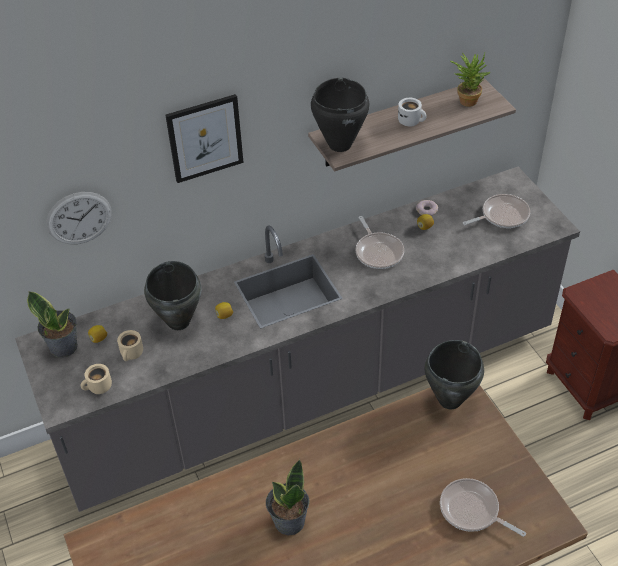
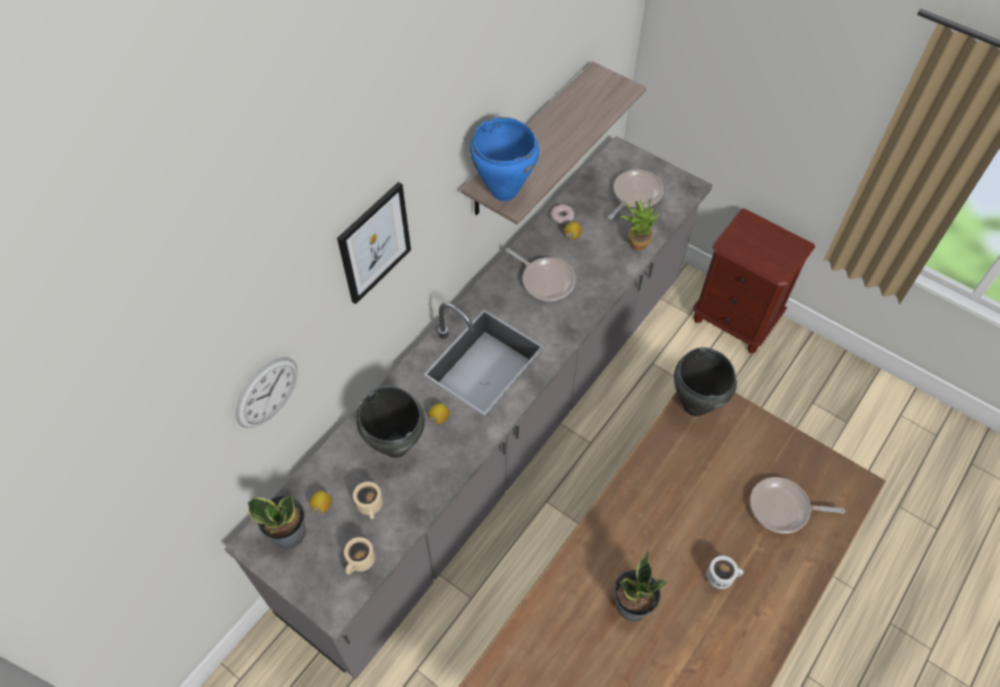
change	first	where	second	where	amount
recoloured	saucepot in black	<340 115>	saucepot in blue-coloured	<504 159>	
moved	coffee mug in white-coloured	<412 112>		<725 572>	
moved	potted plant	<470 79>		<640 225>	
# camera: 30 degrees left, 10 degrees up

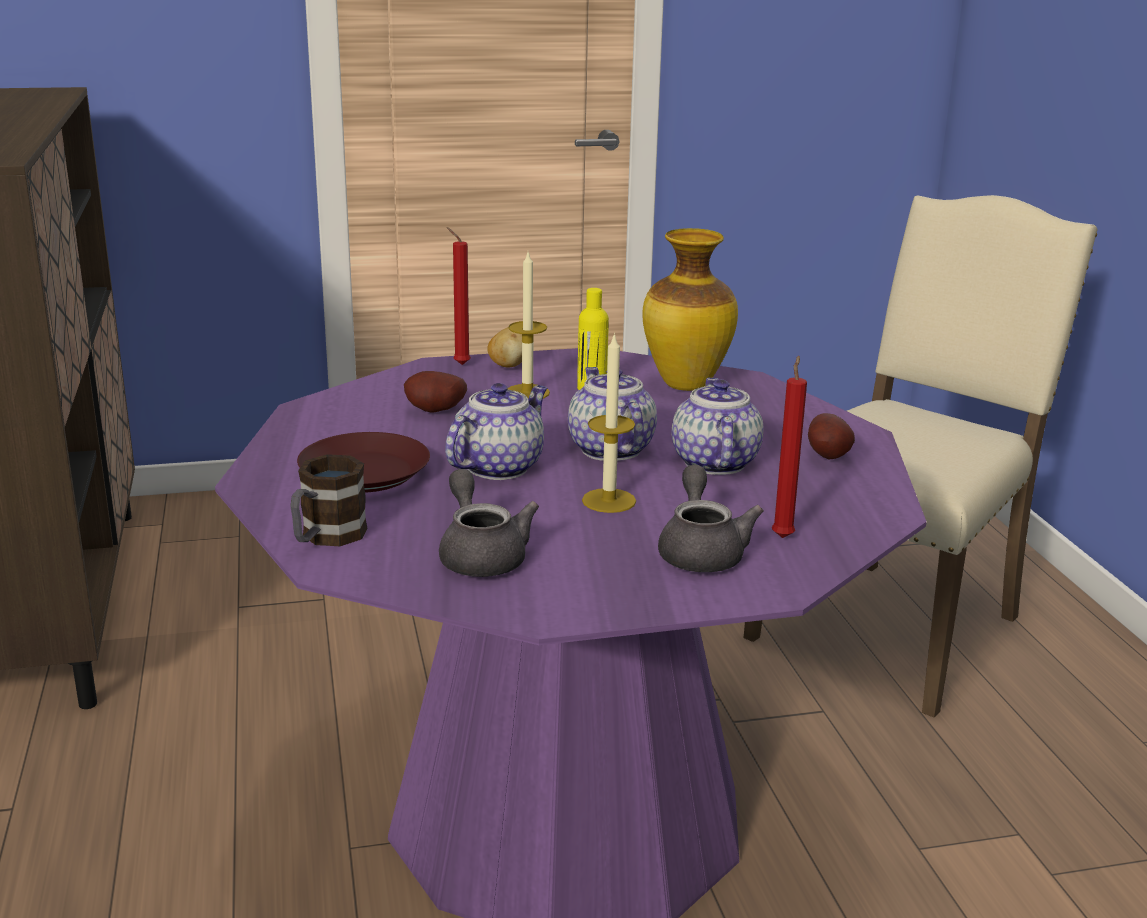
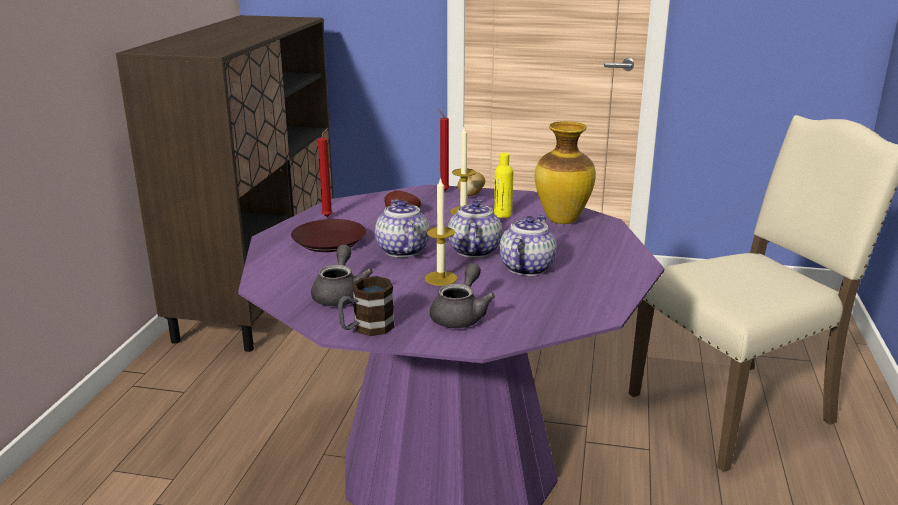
change	first	where	second	where	amount
moved	coffee mug	<329 500>		<366 306>	
turned	pot for tea	<496 431>		<402 228>	75 degrees counterclockwise
moved	candle in reddish	<789 446>		<325 172>	
removed	whole potato	<831 436>			
# camera: 25 degrees right, 0 degrees up

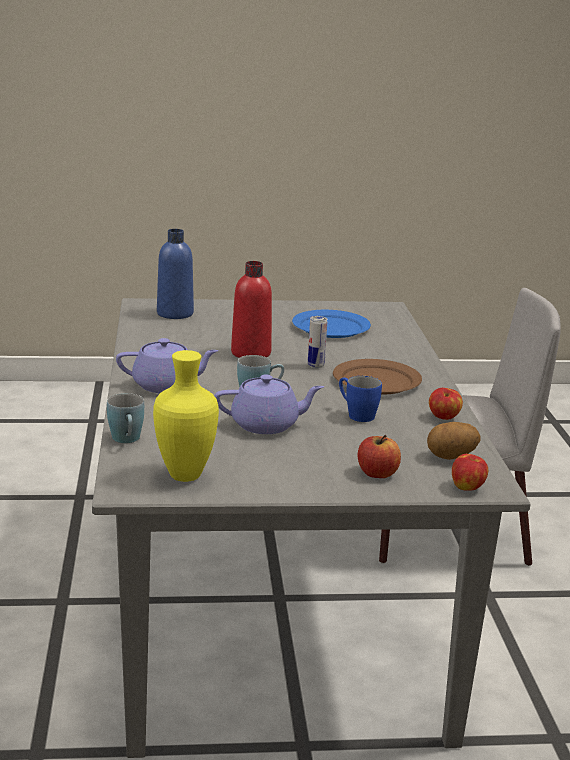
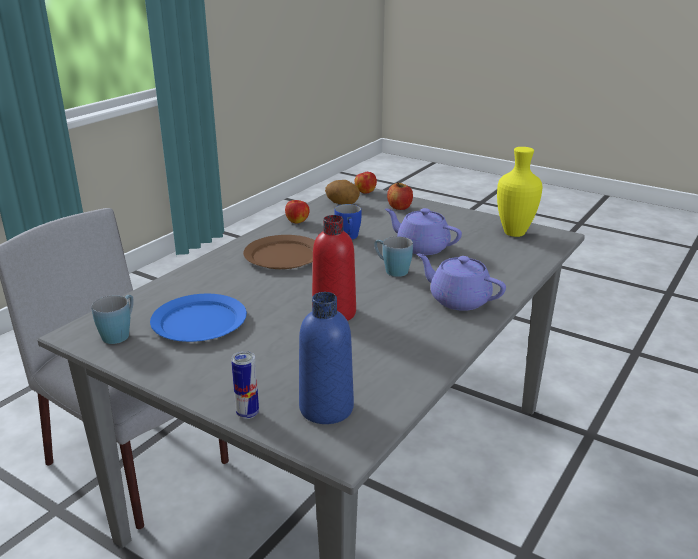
change	first	where	second	where	amount
moved	coffee mug in blue-coloured	<125 418>		<113 319>	
moved	sealed can	<317 342>		<245 385>	
# camera: 140 degrees left, 5 degrees up

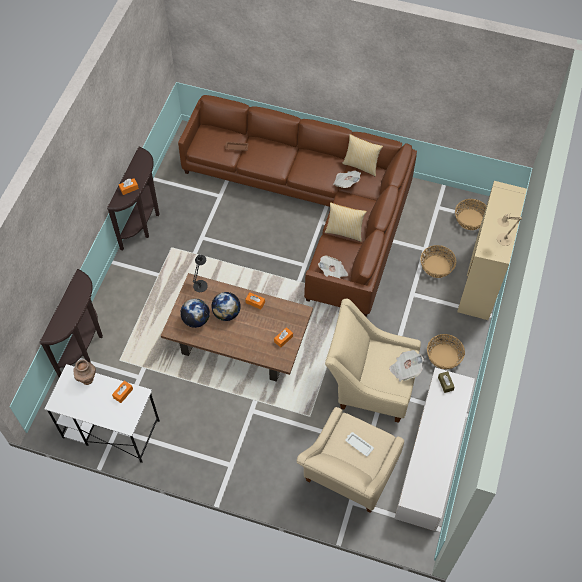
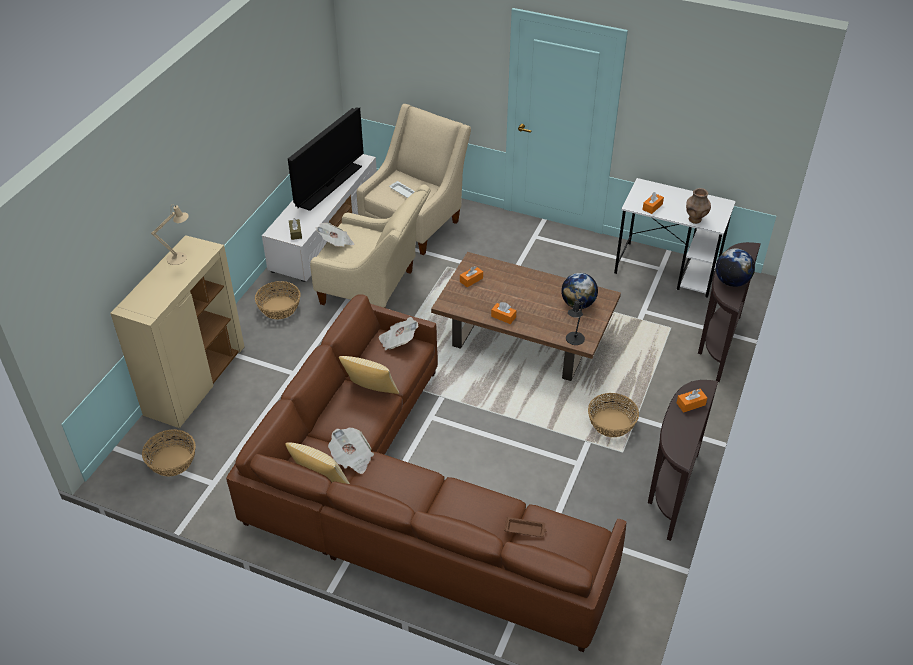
change	first	where	second	where	amount
moved	globe	<226 306>		<735 268>	
moved	household basket	<438 261>		<613 415>	
added			television	<326 159>	
# camera: 175 degrees left, 15 degrees down

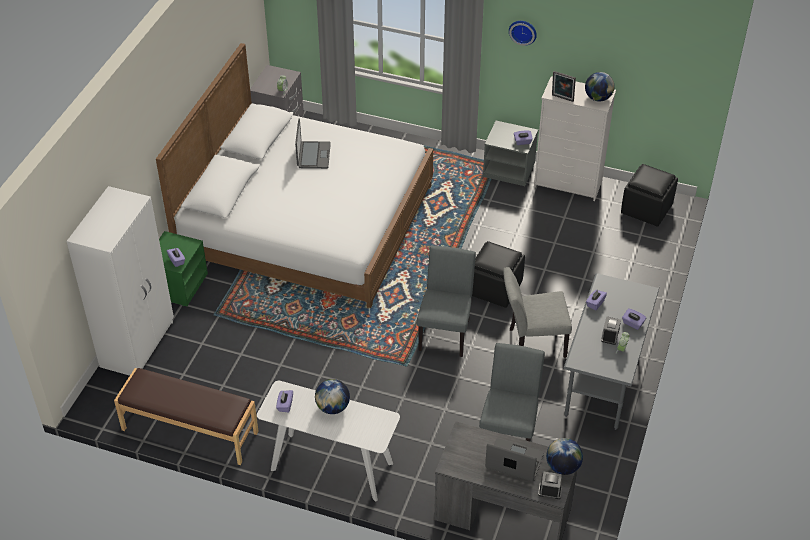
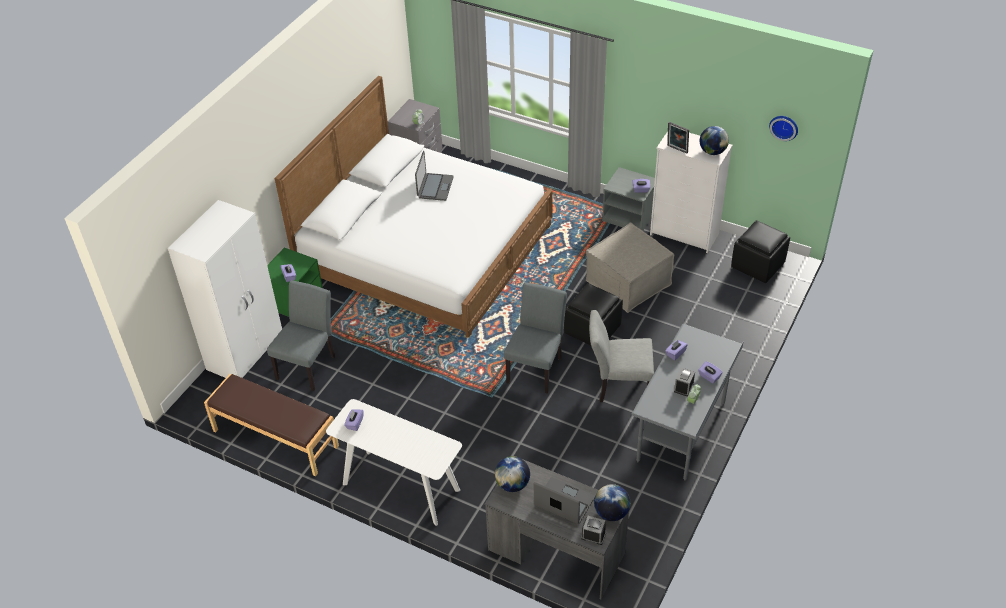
change	first	where	second	where	amount
moved	globe	<332 396>		<512 474>	
moved	plain chair in gray	<512 392>		<301 335>	
moved	hanging clock	<523 33>		<783 128>	
added			pouffe in beige	<630 268>	
# camera: 10 degrees right, 0 degrees up

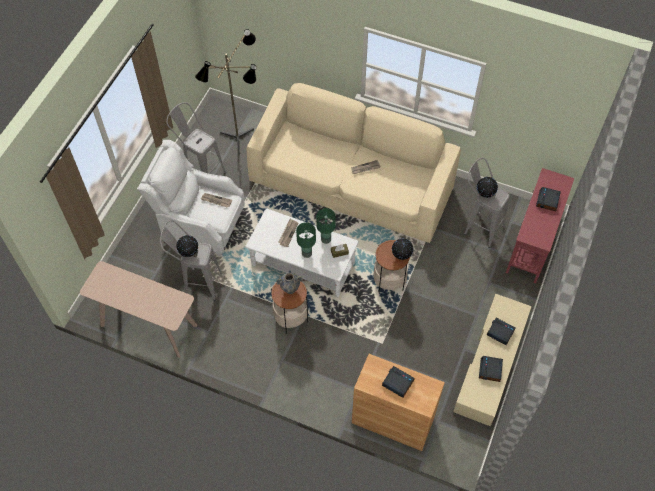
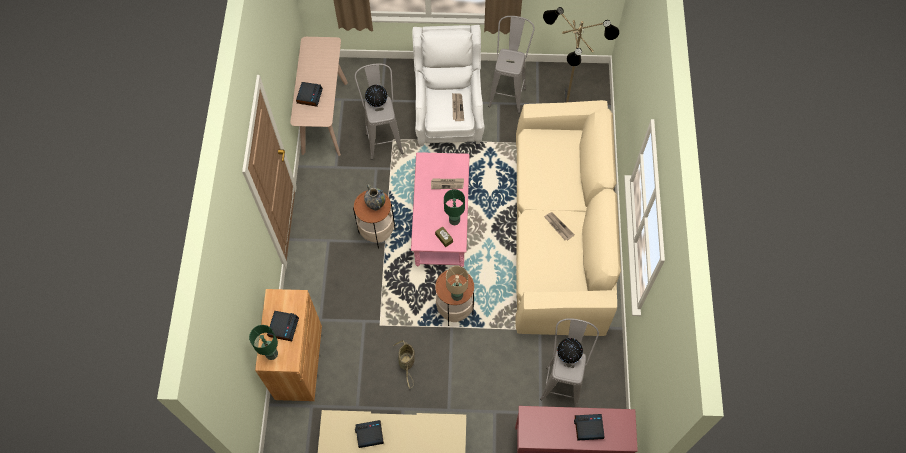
change	first	where	second	where	amount
recoloured	coffee table in white-coloured	<302 252>	coffee table in pinkish	<440 209>	
moved	lamp for a table in green	<306 240>		<263 342>	
replaced	globe	<402 249>	lamp for a table in beige	<457 283>	
moved	alarm clock	<501 331>		<309 94>	
added			household basket	<404 364>	
# camera: 70 degrees right, 5 degrees up

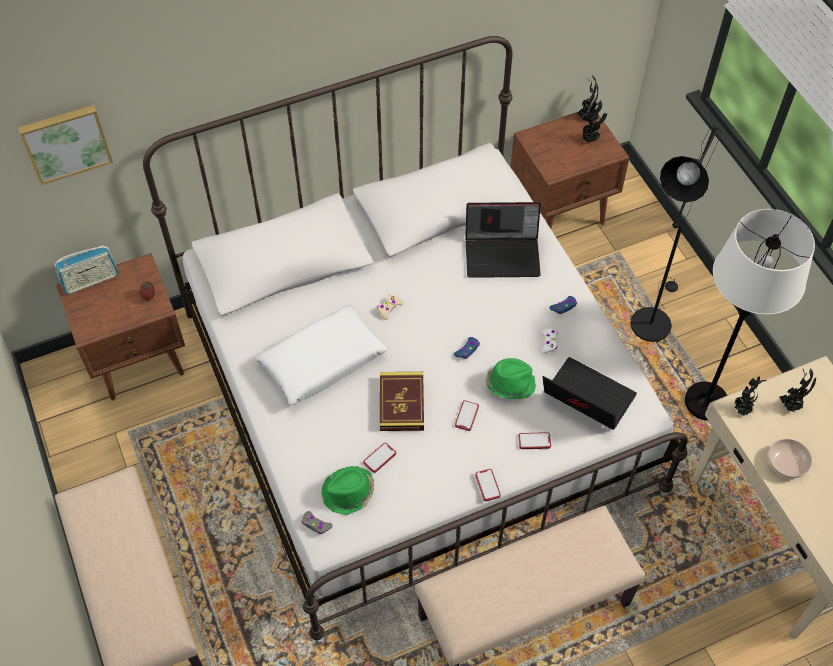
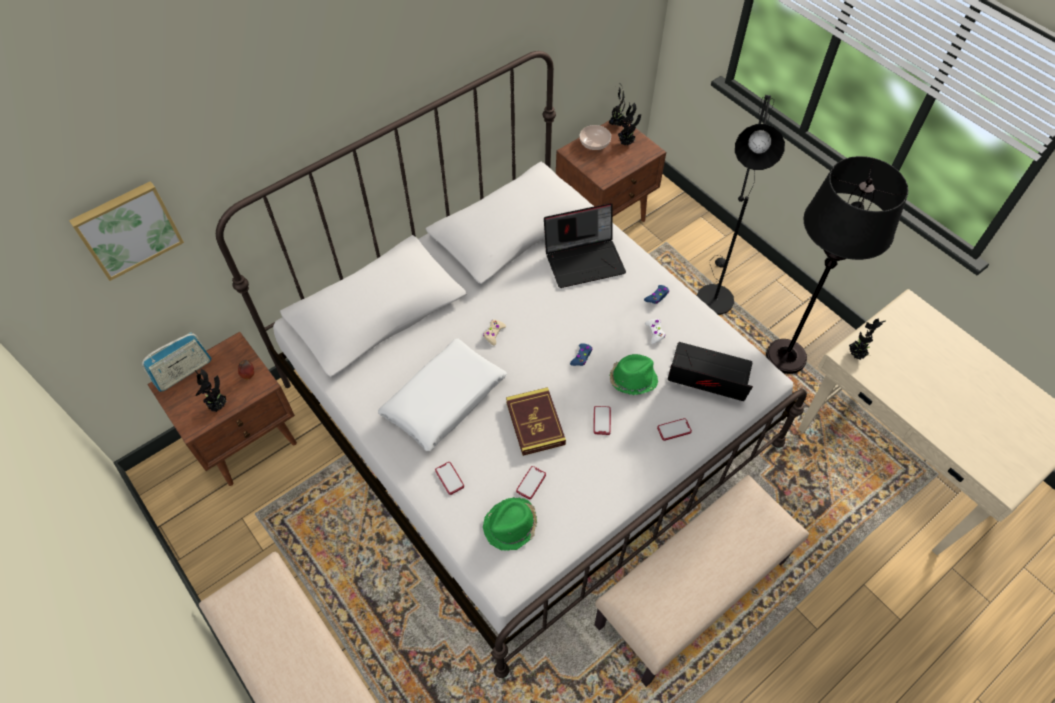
change	first	where	second	where	amount
removed	gamepad in gray	<317 522>			
moved	telephone	<488 485>		<449 478>	
recoloured	floor lamp in white-coloured	<750 315>	floor lamp in black	<837 265>	
moved	serving bowl	<790 459>		<595 137>	
moved	potted plant	<798 390>		<211 390>	
# camera: 15 degrees left, 0 degrees up

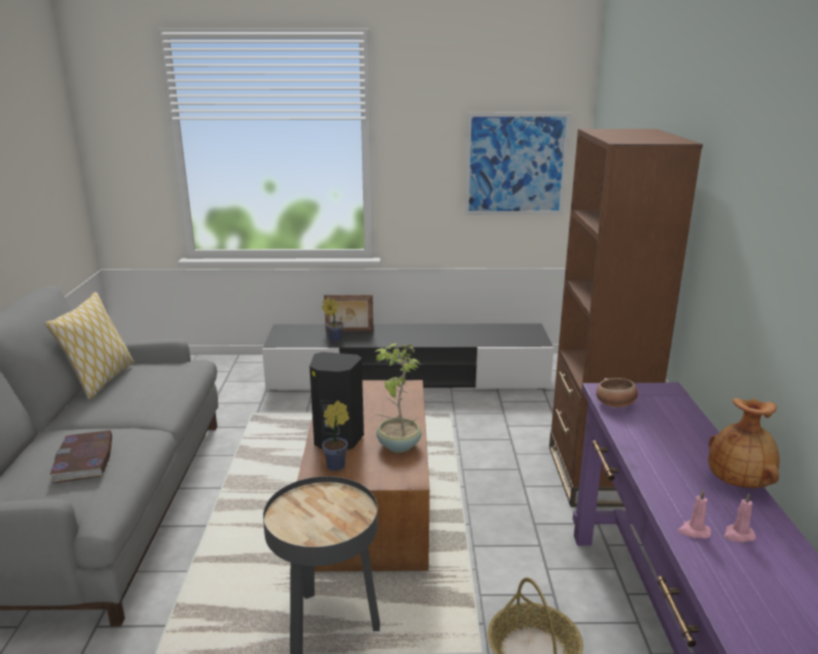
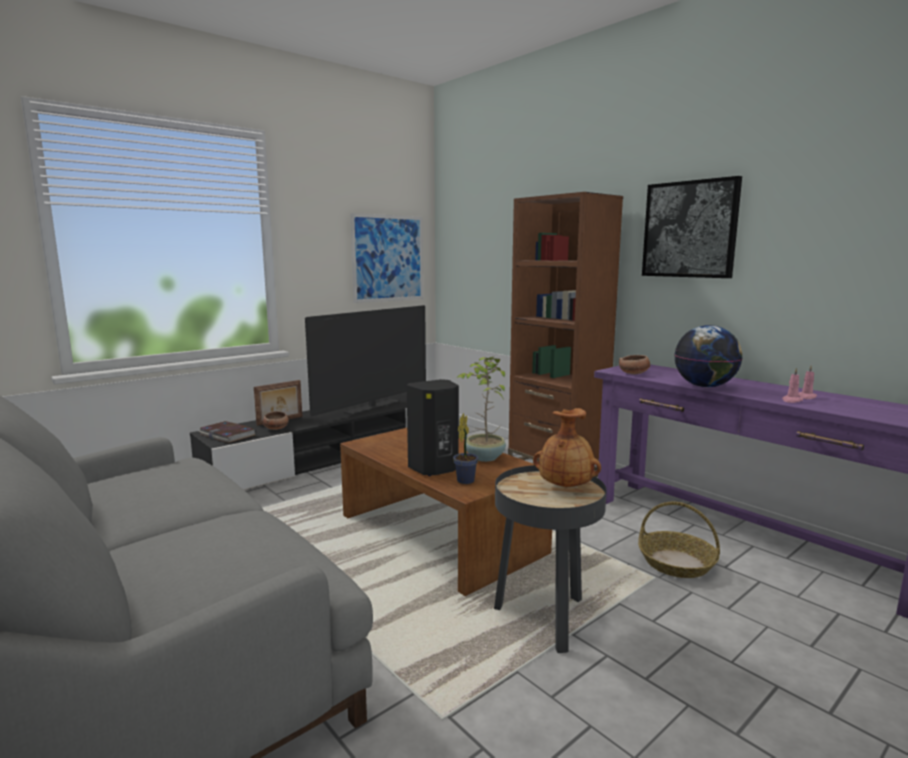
change	first	where	second	where	amount
removed	cushion	<89 346>			
moved	book	<81 456>		<227 432>	
replaced	potted plant	<333 319>	serving bowl	<276 420>	
moved	vase in brown-coloured	<744 443>		<567 448>	
added			television	<365 360>	
added			wall picture	<692 227>	
added			globe	<708 356>	
# camera: 40 degrees left, 10 degrees down

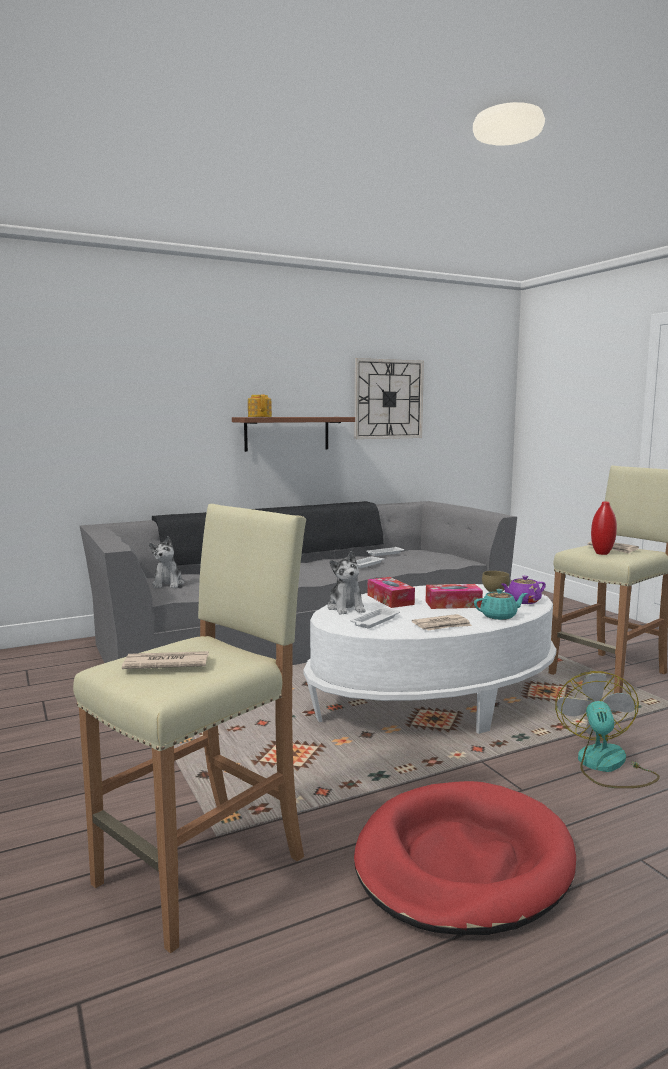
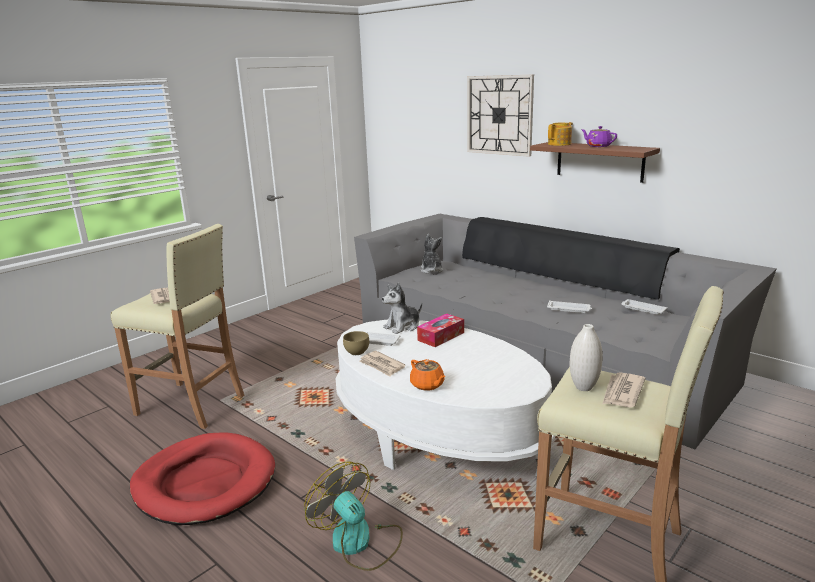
change	first	where	second	where	amount
turned	soft toy	<166 562>		<431 253>	105 degrees clockwise
moved	hanging clock	<389 398>		<501 115>	
removed	tissue box	<454 596>			
recoloured	pot for tea in turquoise-coloured	<500 604>	pot for tea in orange-coloured	<428 375>	
moved	serving bowl in brown-coloured	<496 581>		<356 343>	
moved	pot for tea in purplish	<523 590>		<599 136>	
turned	cooling fan	<607 729>		<353 516>	120 degrees counterclockwise
recoloured	vase in reddish	<604 528>	vase in white-coloured	<586 357>	
# camera: 70 degrees right, 10 degrees up

